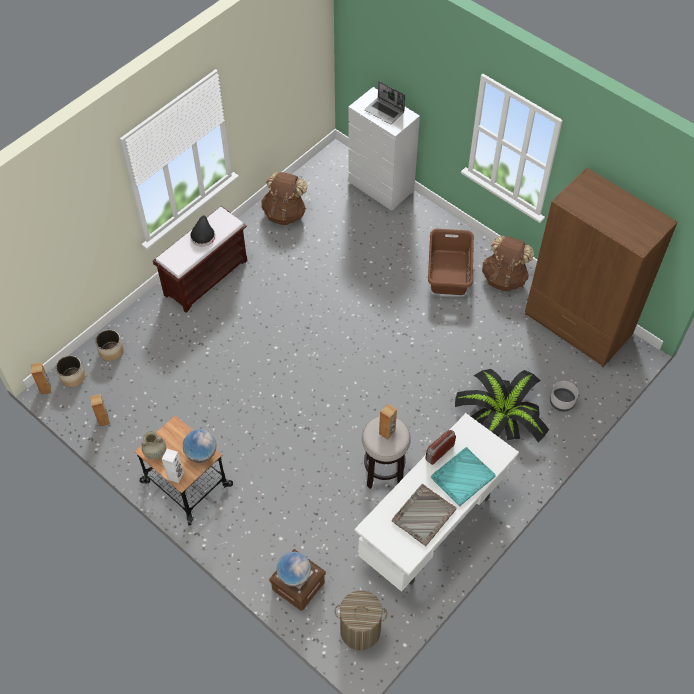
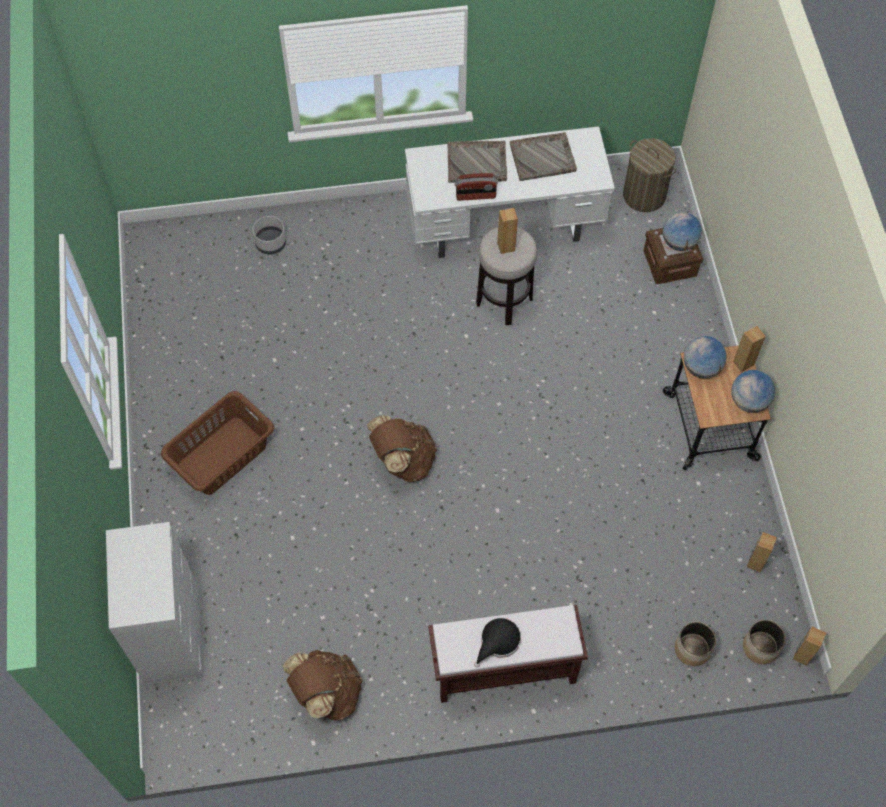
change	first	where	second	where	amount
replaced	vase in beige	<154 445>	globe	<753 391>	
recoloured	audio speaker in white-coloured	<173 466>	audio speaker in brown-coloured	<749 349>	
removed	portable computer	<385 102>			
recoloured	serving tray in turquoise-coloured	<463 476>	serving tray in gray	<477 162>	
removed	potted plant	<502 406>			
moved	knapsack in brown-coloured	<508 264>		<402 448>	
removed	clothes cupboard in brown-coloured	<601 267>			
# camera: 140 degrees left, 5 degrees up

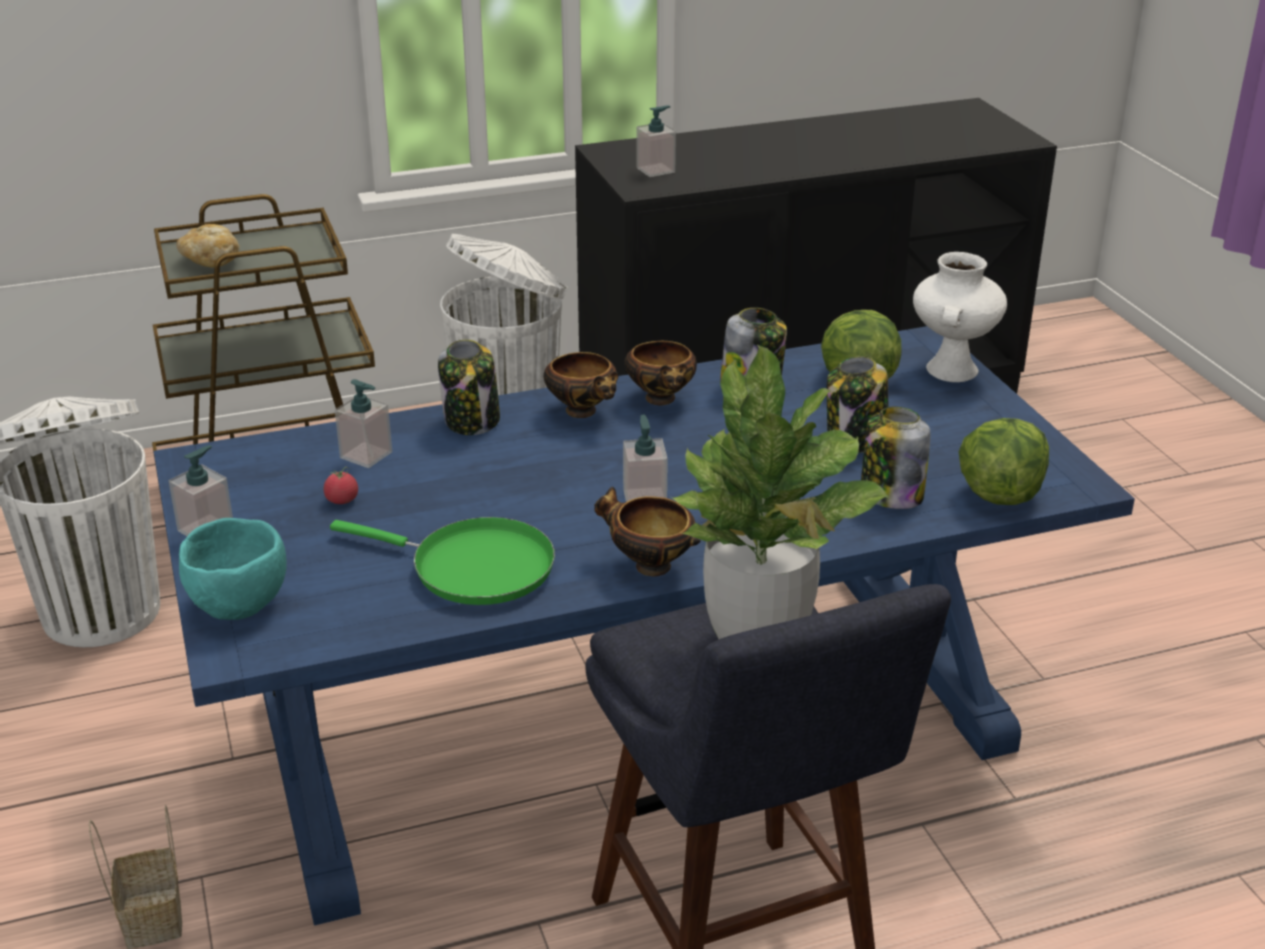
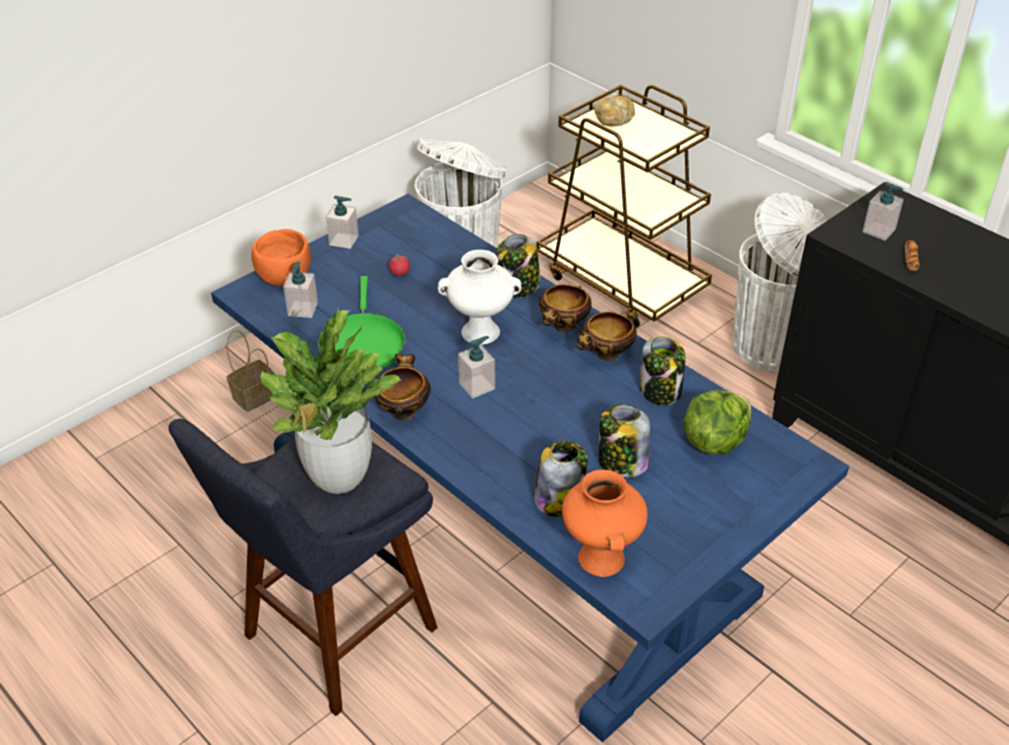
change	first	where	second	where	amount
recoloured	serving bowl in turquoise-coloured	<233 569>	serving bowl in orange-coloured	<281 257>	
moved	soap dispenser	<363 423>		<300 289>	
moved	vase in white-coloured	<960 317>		<479 297>	
replaced	head of lettuce	<1003 461>	vase in orange-coloured	<604 523>	
added			bread	<912 255>	
# camera: 65 degrees right, 10 degrees up

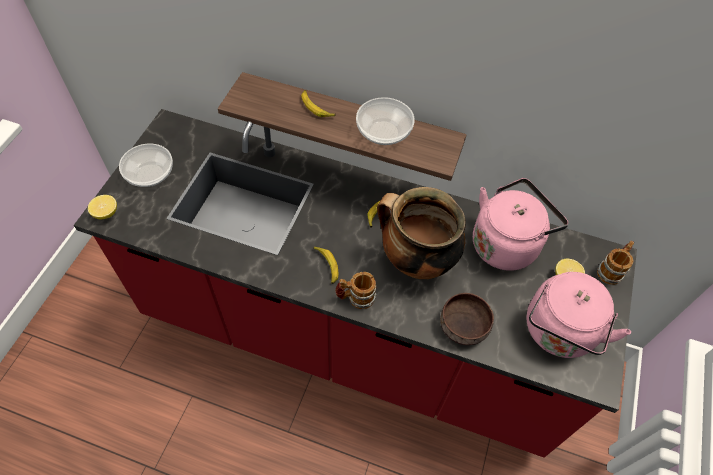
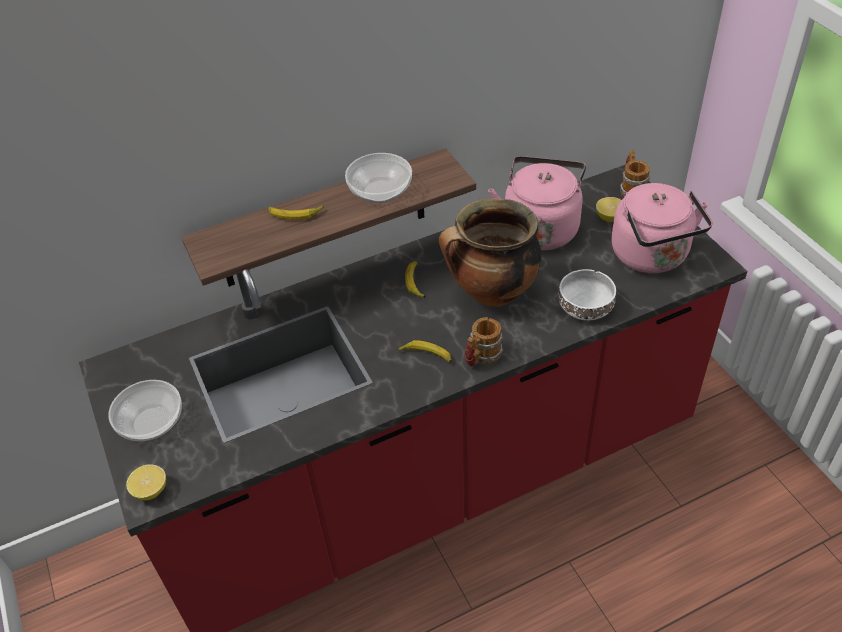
change	first	where	second	where	amount
recoloured	serving bowl in brown-coloured	<467 319>	serving bowl in white-coloured	<587 294>	
# camera: 40 degrees left, 10 degrees down

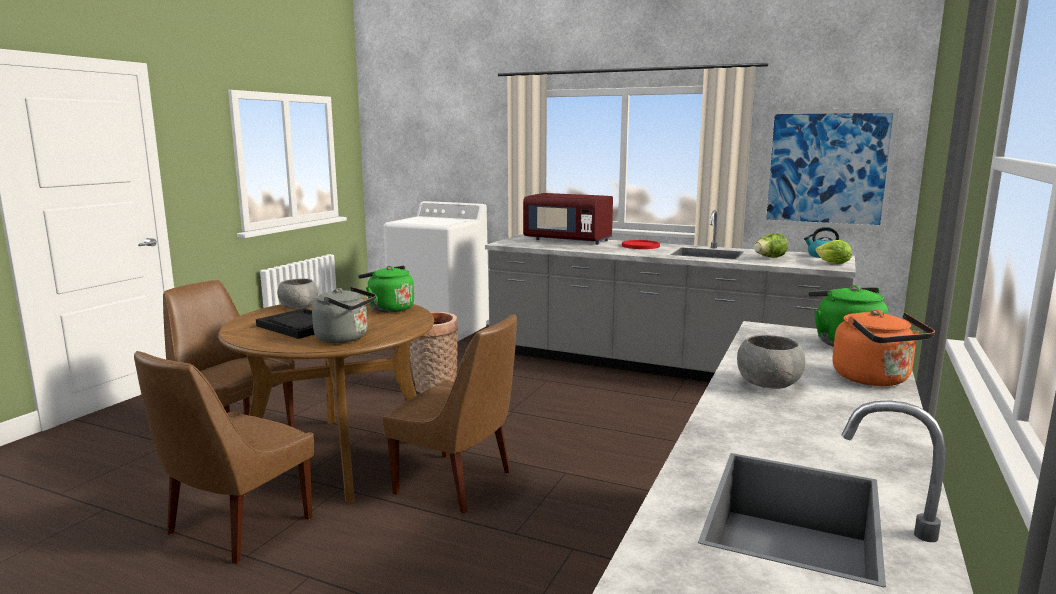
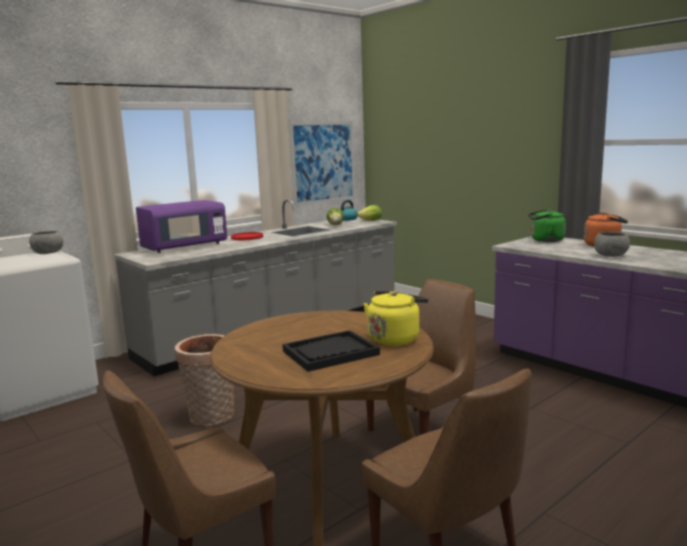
change	first	where	second	where	amount
moved	serving bowl in gray	<297 294>		<46 242>	
recoloured	tea kettle in gray	<344 315>	tea kettle in yellow	<395 318>	
removed	tea kettle in green	<386 289>			
recoloured	microwave oven in reddish	<568 219>	microwave oven in purplish	<181 226>	
# camera: 65 degrees left, 0 degrees up

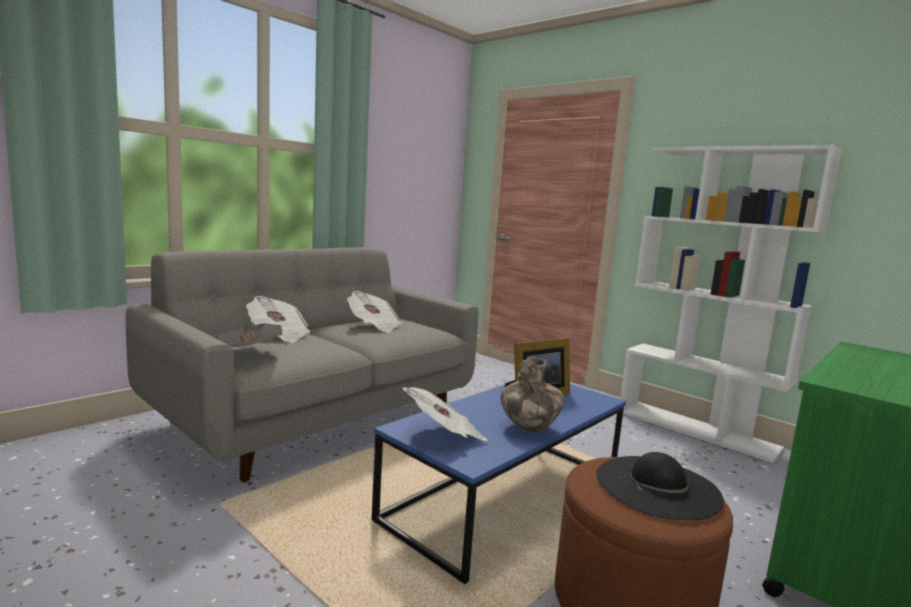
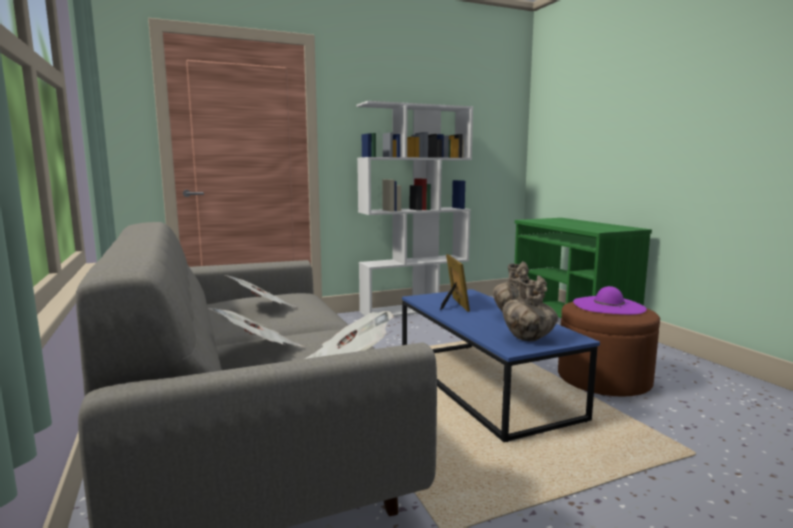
change	first	where	second	where	amount
replaced	printed paper	<445 414>	vase	<530 308>	
recoloured	clothing hat in black	<660 486>	clothing hat in purplish	<610 300>	
# camera: 65 degrees left, 0 degrees up

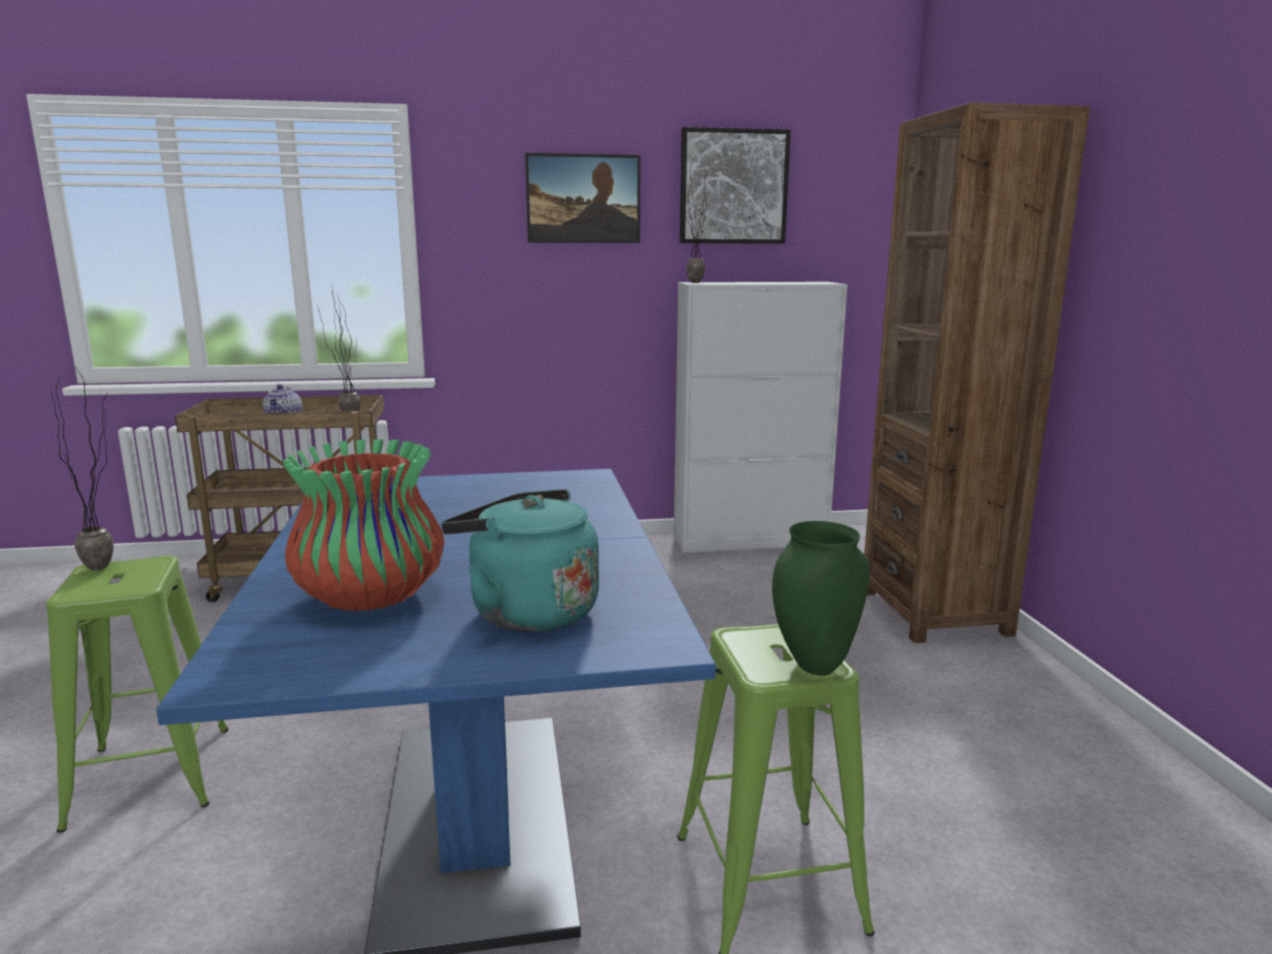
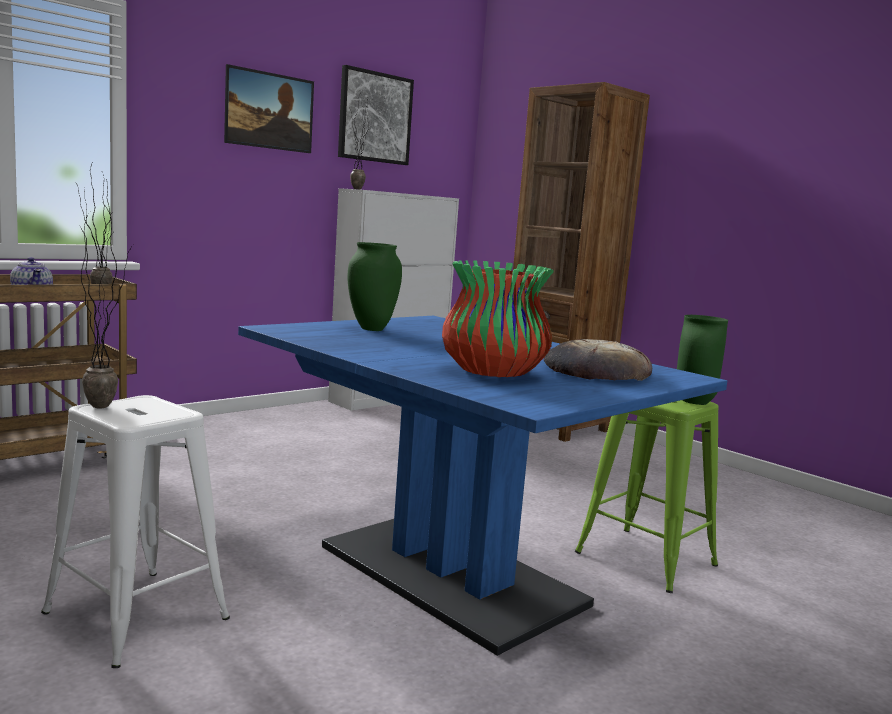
change	first	where	second	where	amount
recoloured	stool in green	<137 694>	stool in white-coloured	<135 531>	
replaced	tea kettle in turquoise-coloured	<520 560>	bread	<598 360>	
added			vase in green	<374 286>	
# camera: 35 degrees left, 5 degrees down

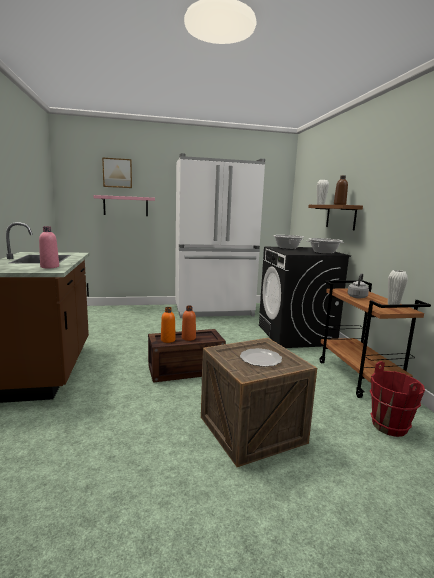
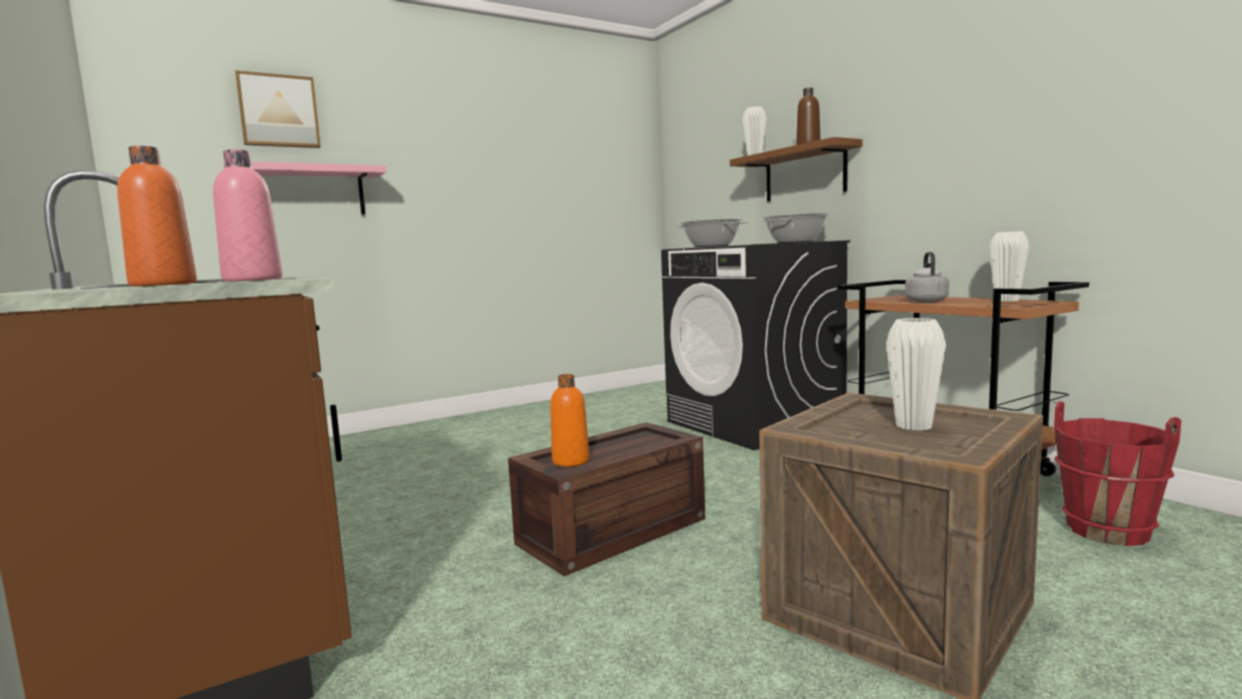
change	first	where	second	where	amount
removed	fridge in white-coloured	<220 235>			
moved	beverage bottle in orange-coloured	<189 323>		<157 216>	
replaced	flat dish	<261 357>	vase in white-coloured	<916 374>	
# camera: 20 degrees left, 5 degrees down

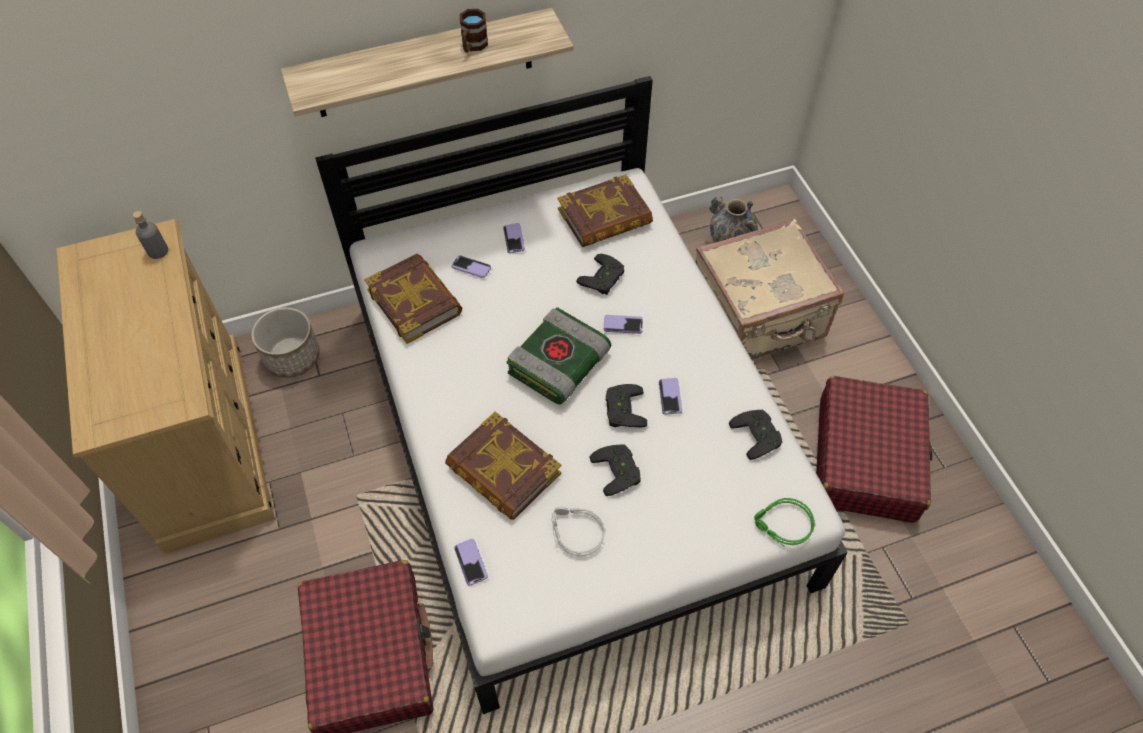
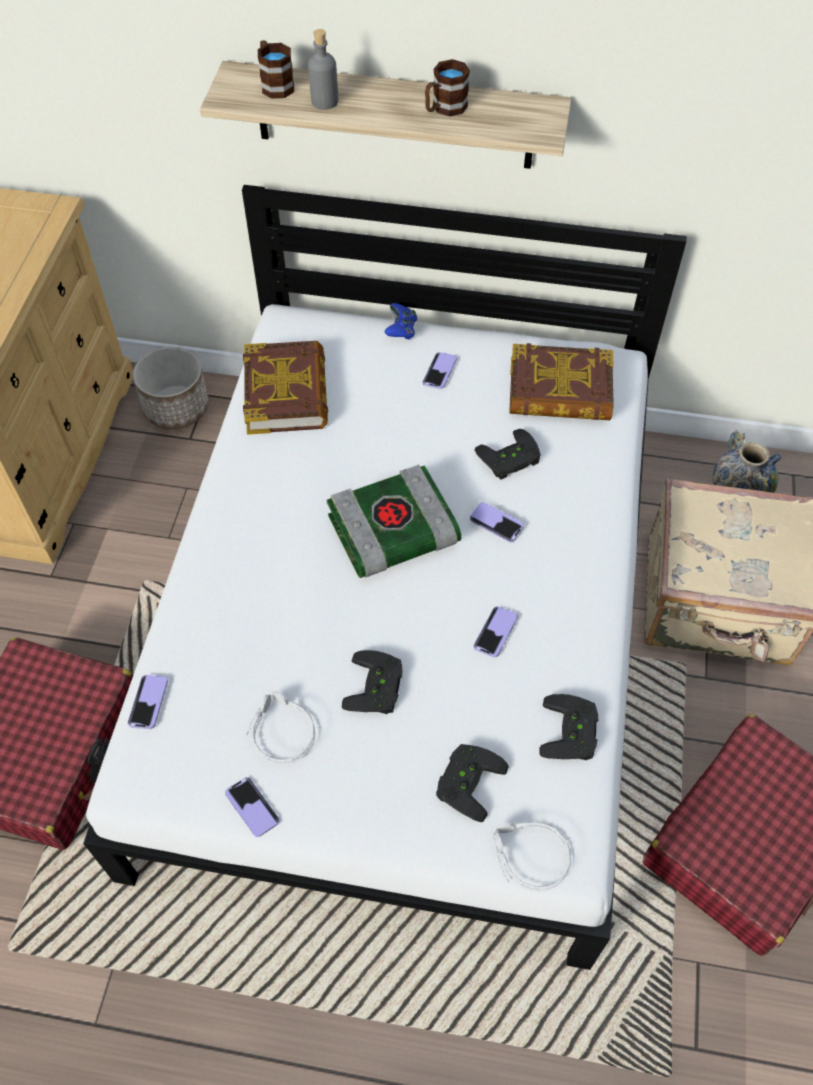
change	first	where	second	where	amount
moved	beverage bottle in gray	<150 235>		<323 69>	
removed	book	<503 465>			
moved	telephone	<471 266>		<252 807>	
moved	gamepad in black	<626 406>		<472 783>	
recoloured	headset in green	<784 522>	headset in gray	<532 857>	
added			coffee mug in brown-coloured	<276 69>	
added			gamepad in blue-coloured	<401 321>	
# camera: 30 degrees right, 0 degrees up

